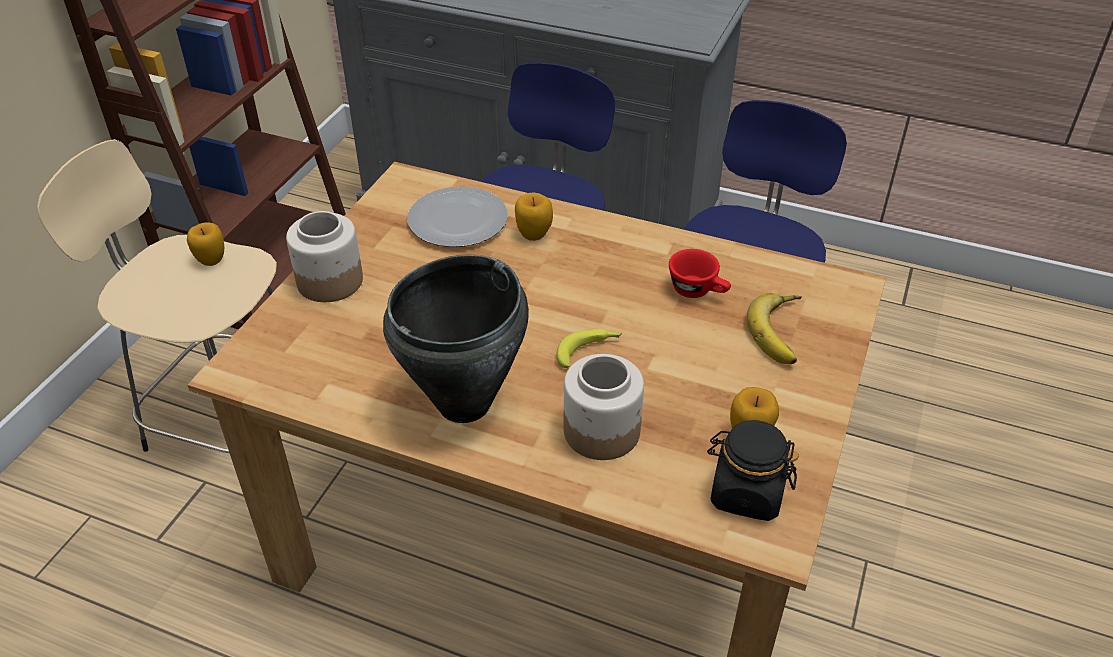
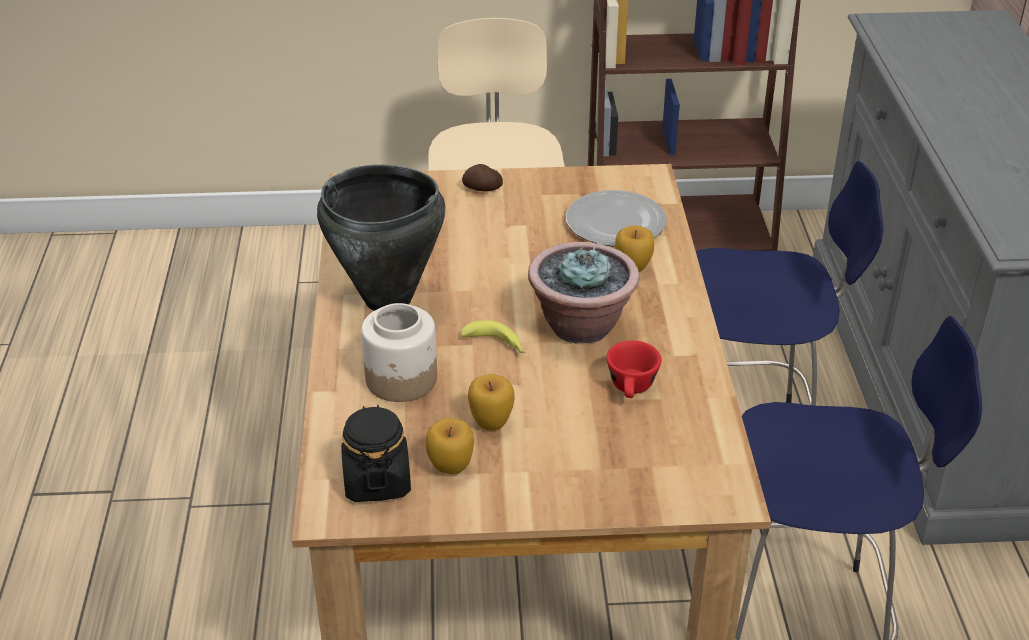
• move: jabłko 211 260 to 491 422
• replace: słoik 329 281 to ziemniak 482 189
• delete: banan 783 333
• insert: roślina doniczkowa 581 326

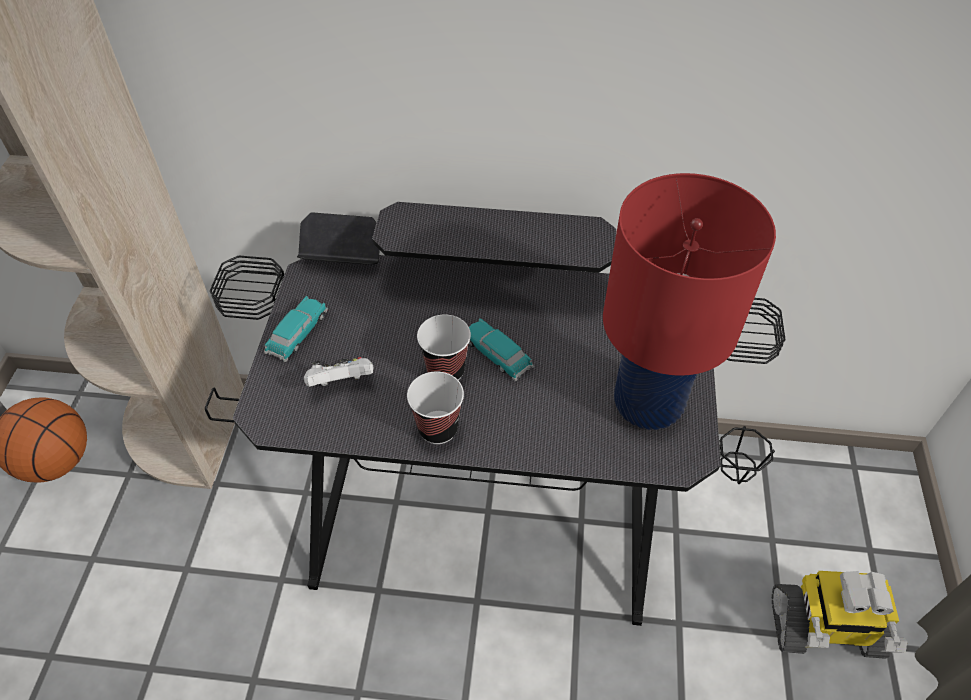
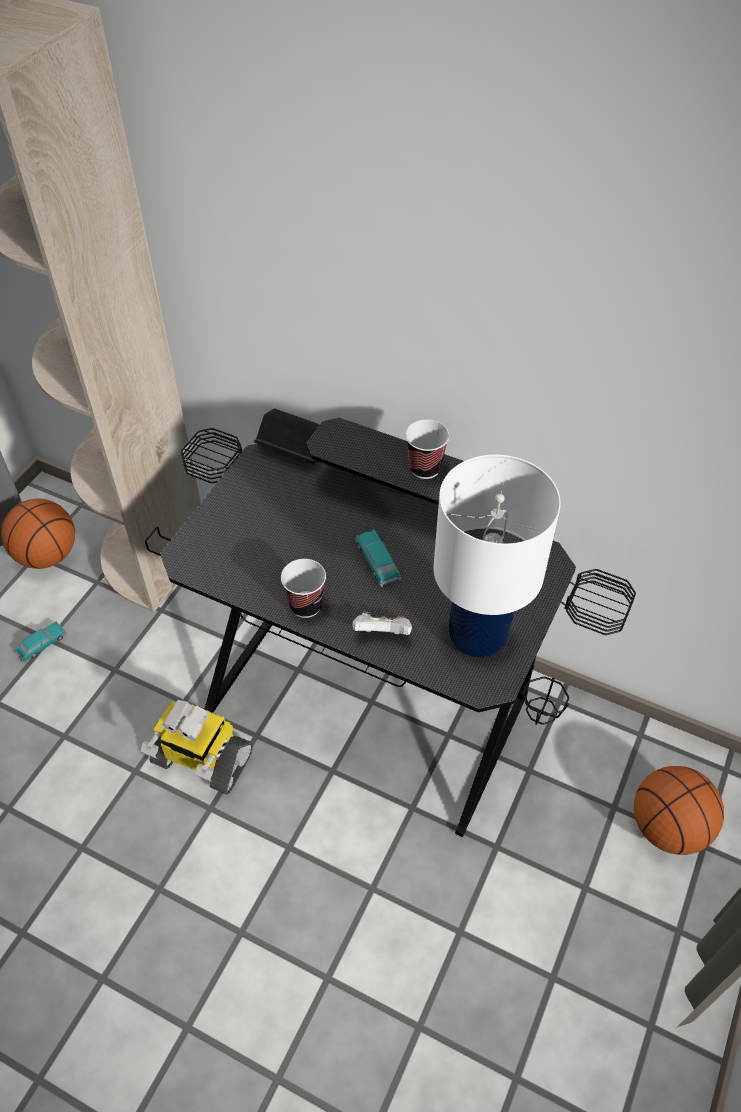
• move: samochodzik 298 333 to 42 644
• move: pad do gier/biały 341 383 to 382 633
• move: filiżanka 446 370 to 425 468
• recolor: lampa stołowa/czerwony 648 407 to lampa stołowa/biały 478 639
• move: robot zabawkowy 825 628 to 201 759
• insert: piłka do koszykówki 668 827

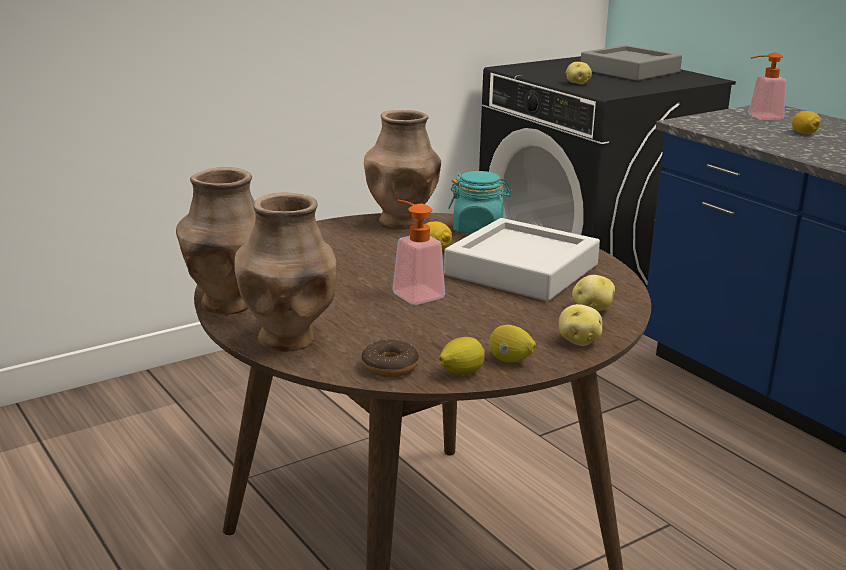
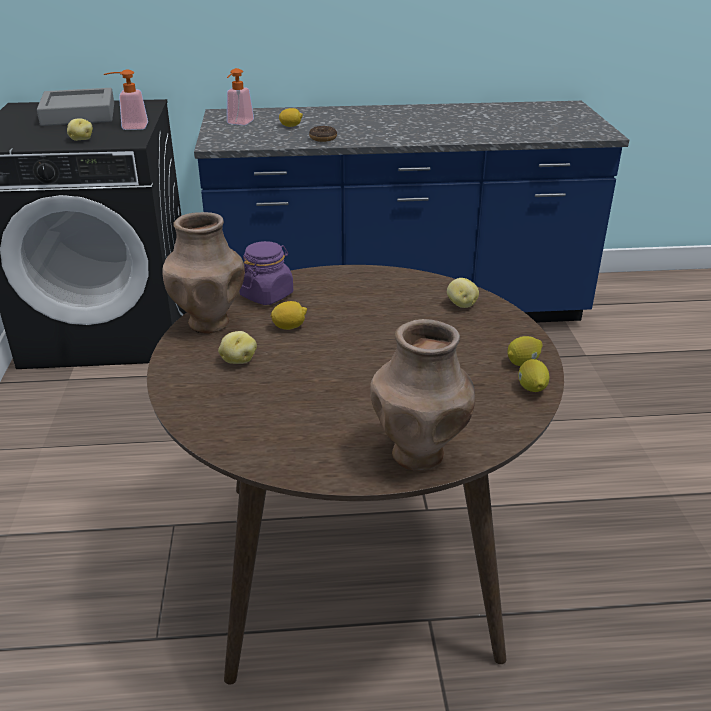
• delete: wazon/brązowy 228 304
• move: donut 390 367 to 323 138
• move: dozownik mydła 413 293 to 130 127
• delete: taca/szary 521 270
• recolor: słoik/turkusowy 478 229 to słoik/fioletowy 267 295
• move: ziemniak 579 341 to 238 360

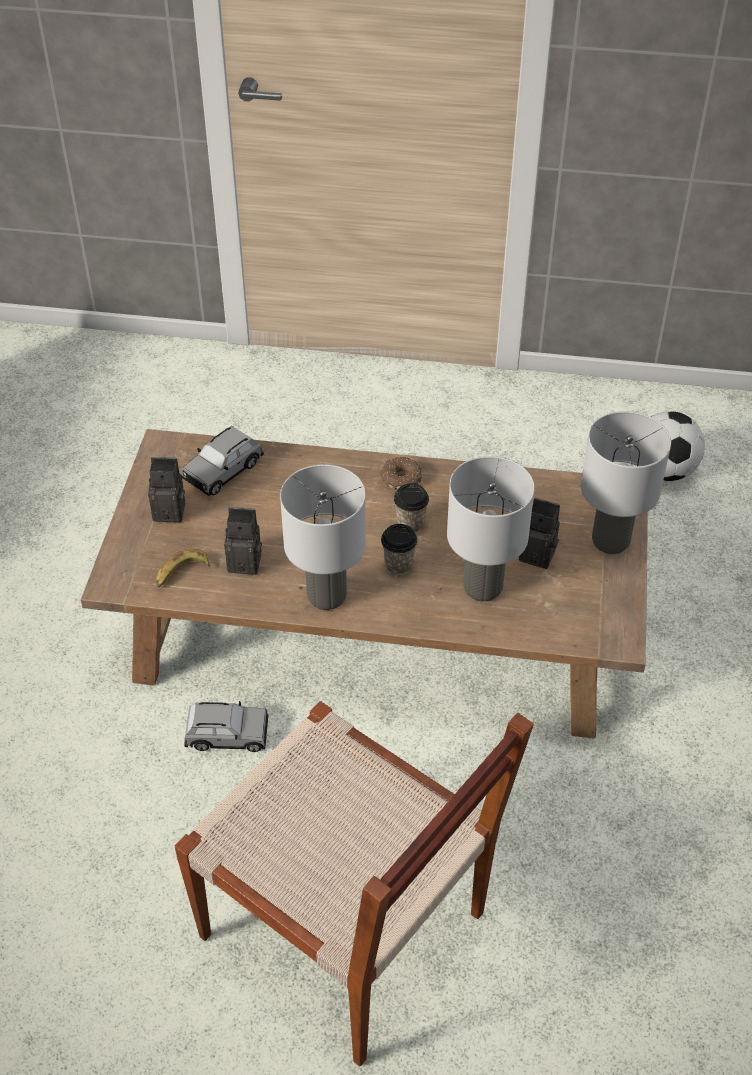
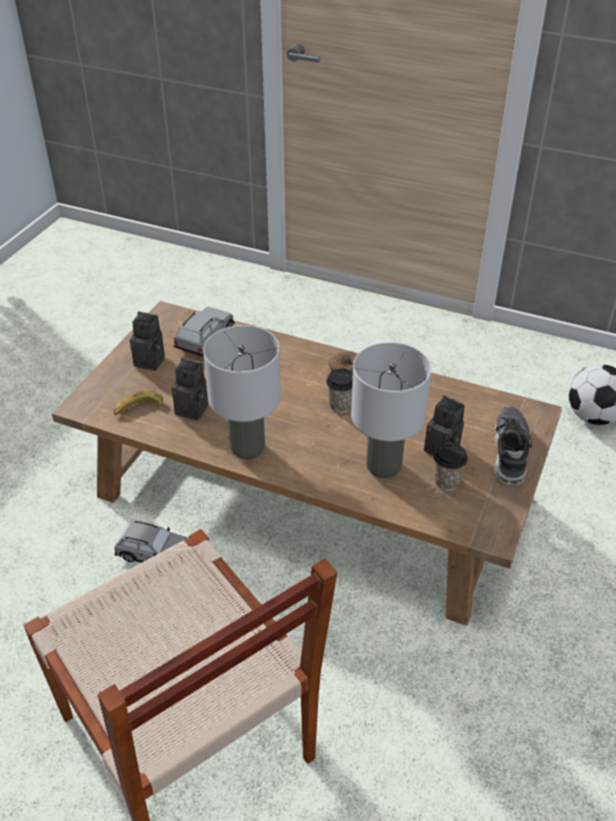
• rotate: samochodzik/szary 223 470 = 205 339 150 degrees clockwise
• move: filiżanka 398 565 to 446 481
• replace: lampa stołowa/biały 608 543 to but 509 452

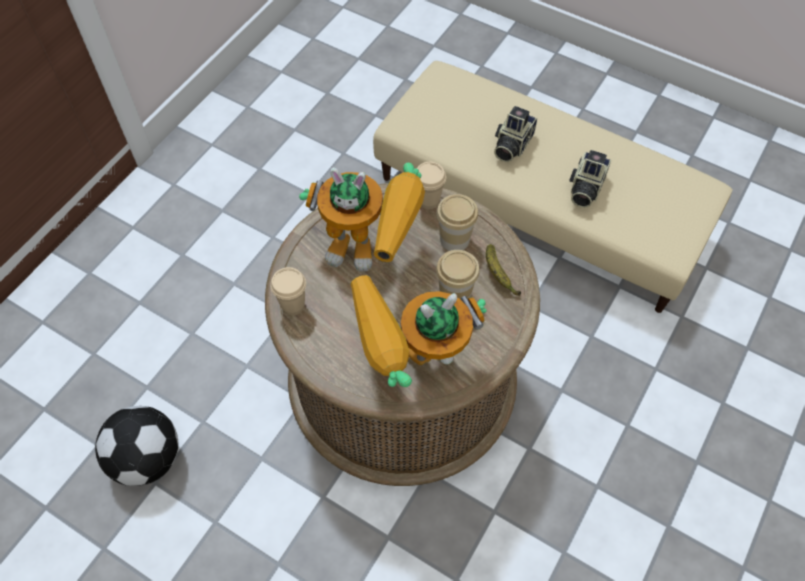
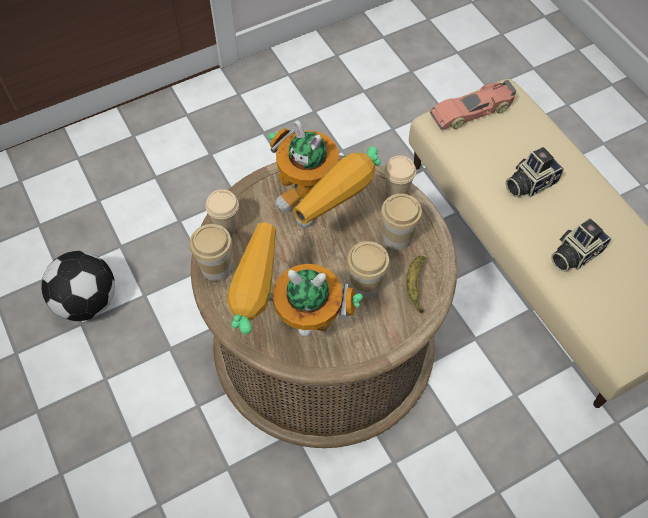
• insert: filiżanka 216 267
• insert: samochodzik 472 111

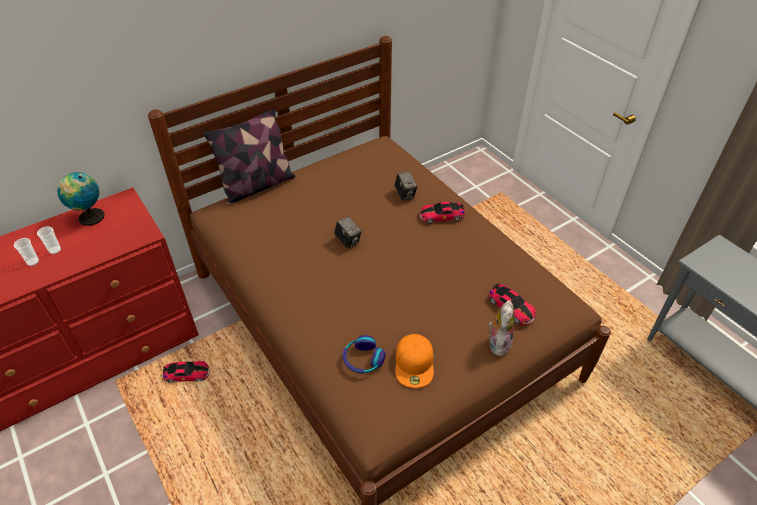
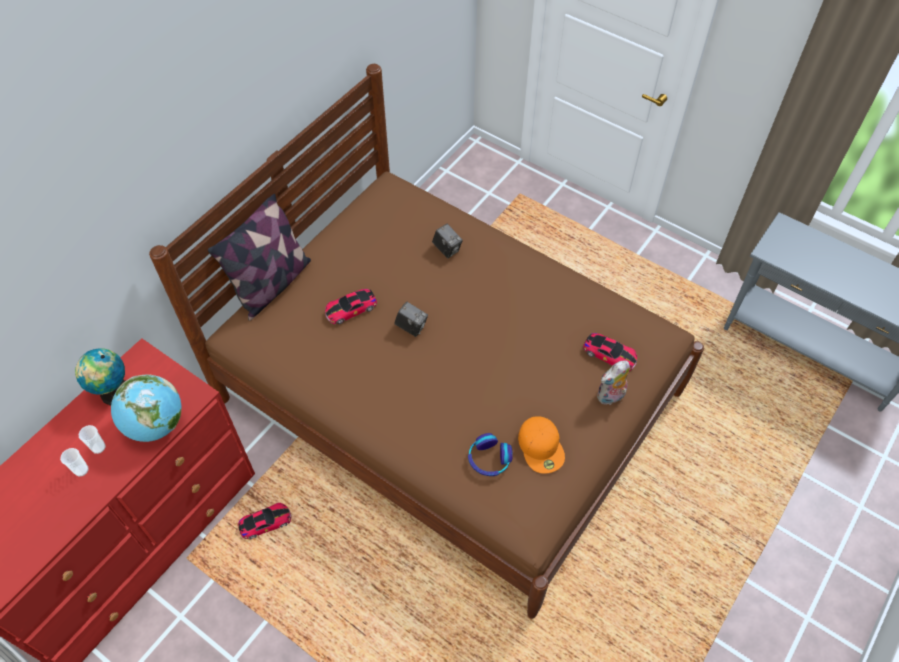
• move: samochodzik 441 215 to 351 309
• rotate: pluszak 498 342 = 611 397 120 degrees counterclockwise
• insert: globus 156 424

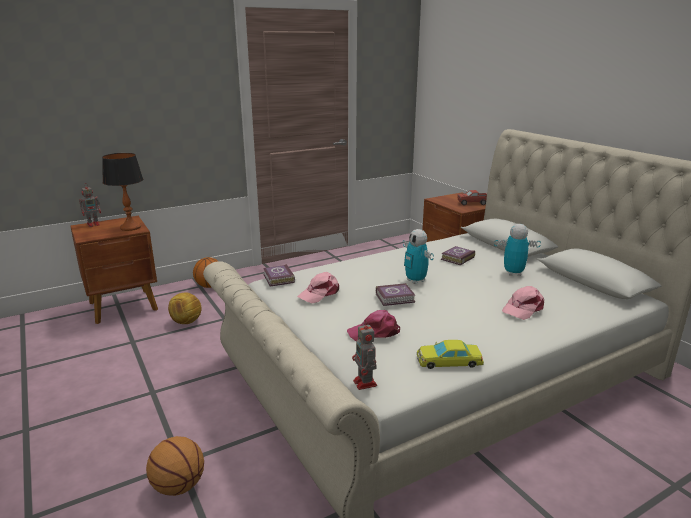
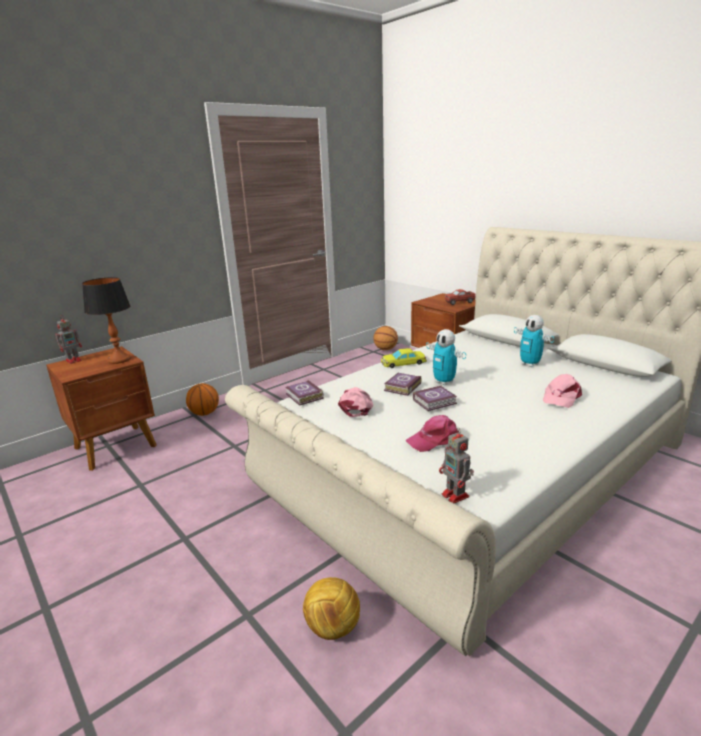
• move: piłka do koszykówki 178 486 to 385 349
• move: piłka futbolowa 186 322 to 332 627
• rotate: czapka z daszkiem/różowy 320 293 = 357 406 150 degrees clockwise
• move: samochodzik/żółty 448 361 to 403 363
• move: książka 456 258 to 401 387
• rotate: robot zabawkowy 513 273 = 530 364 120 degrees counterclockwise

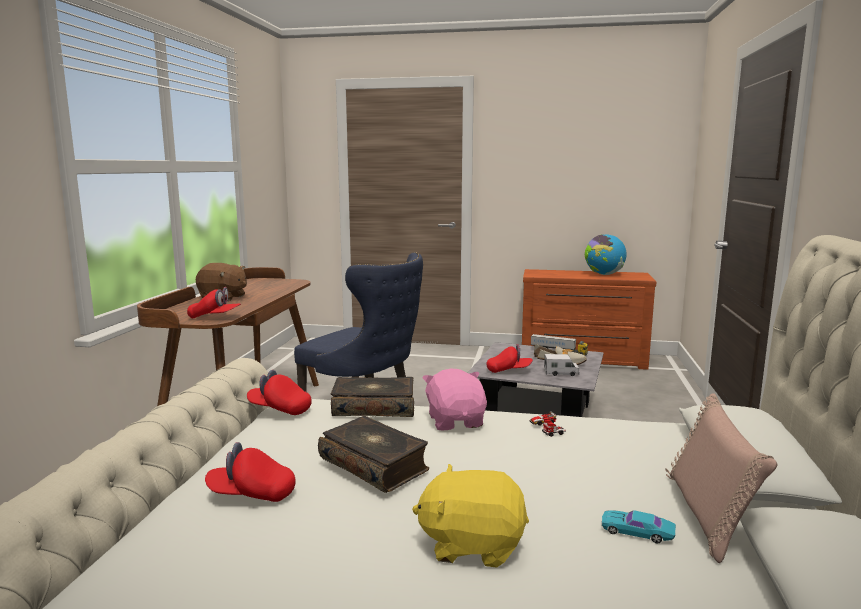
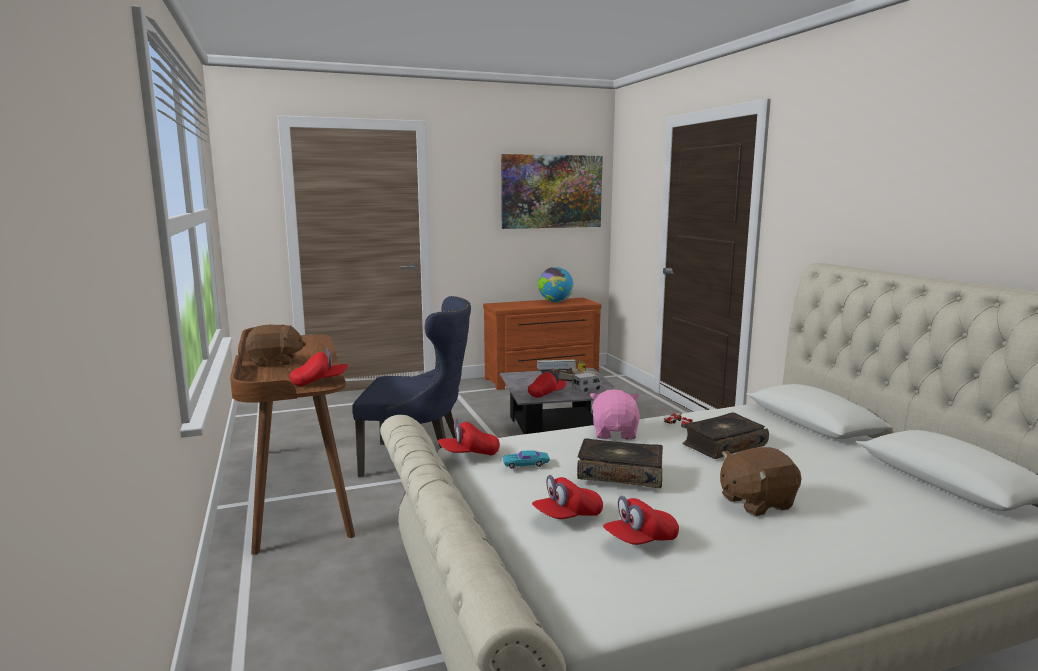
• move: książka 374 407 to 723 445
• recolor: pluszak/żółty 472 545 to pluszak/brązowy 755 502
• rotate: pluszak/różowy 456 421 = 615 433 45 degrees clockwise
• move: samochodzik/turkusowy 637 532 to 525 464
• delete: poduszka/beżowy 709 516
• insert: obraz 551 191
• insert: czapka z daszkiem/czerwony 640 540

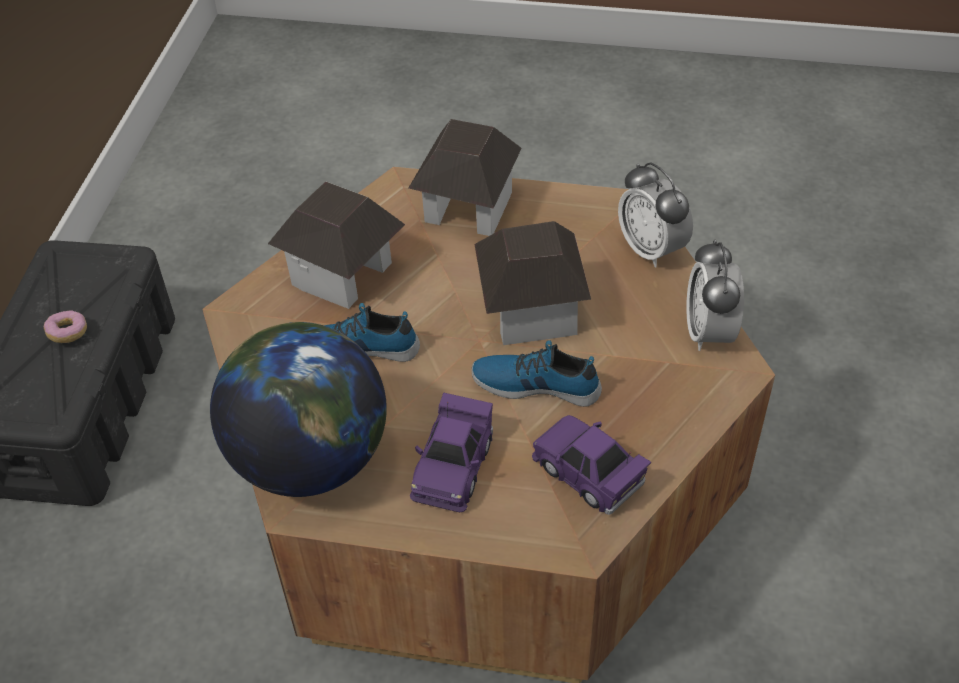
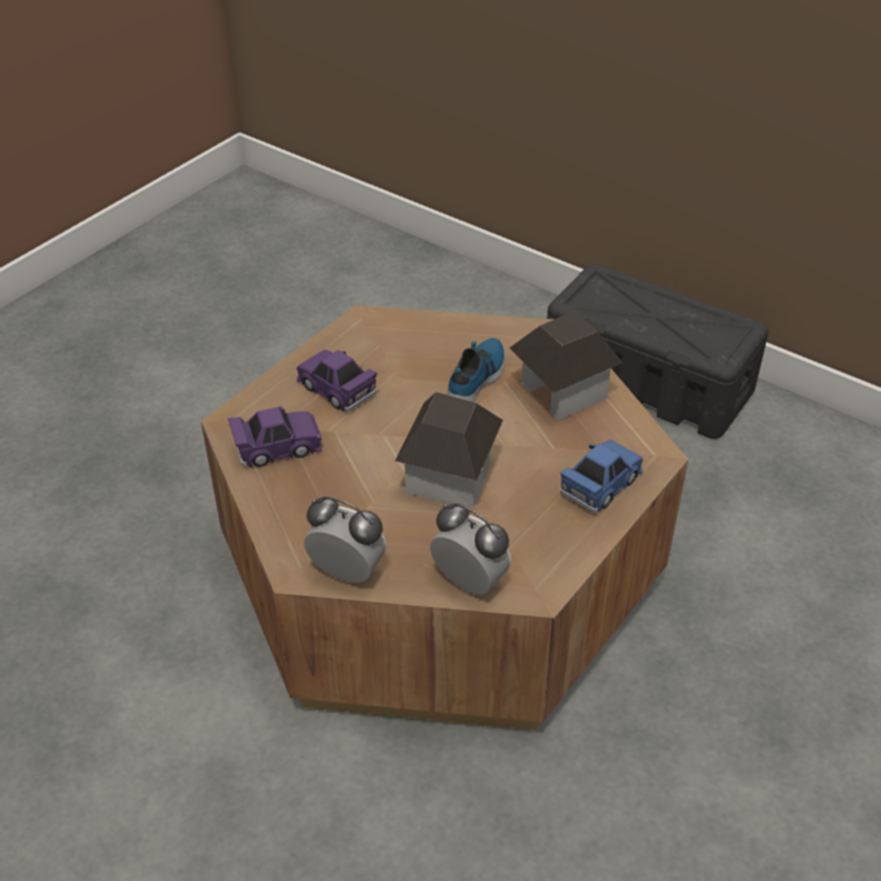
• delete: donut 68 333
• delete: globus 310 459
• replace: domek 467 208 to samochodzik/niebieski 600 485
• delete: but 536 383
• rotate: budzik 651 249 = 469 582 45 degrees clockwise

